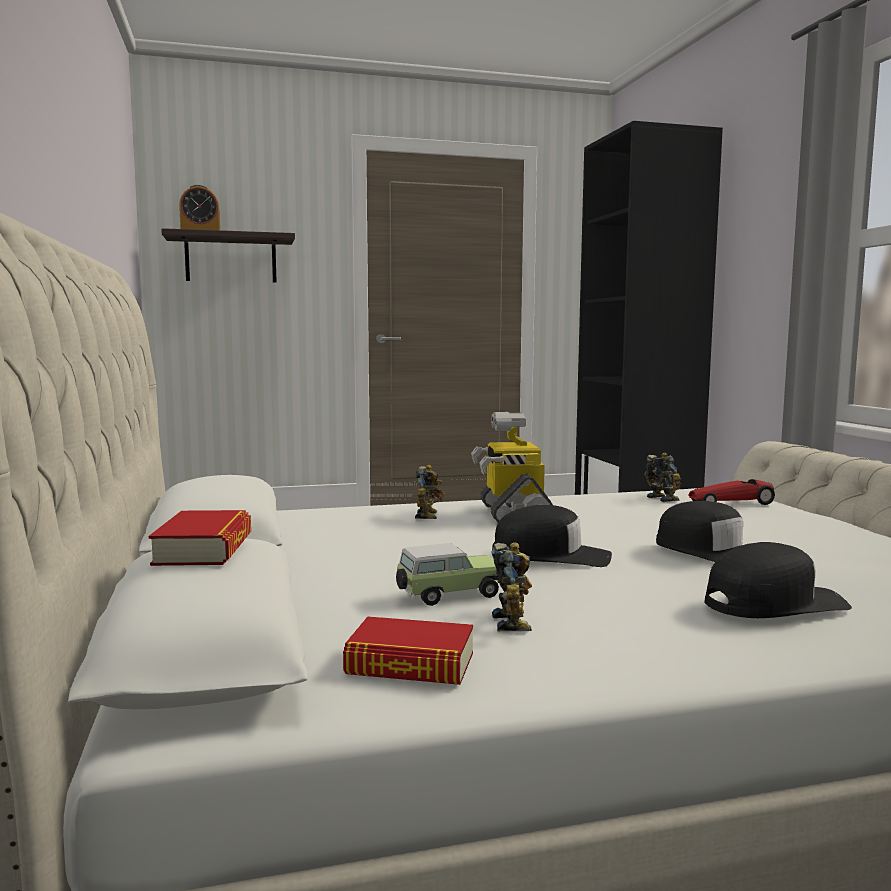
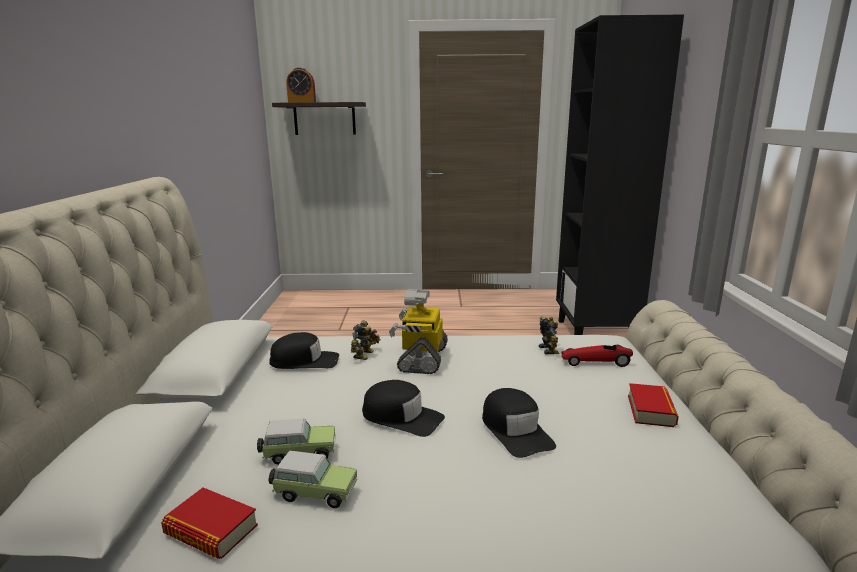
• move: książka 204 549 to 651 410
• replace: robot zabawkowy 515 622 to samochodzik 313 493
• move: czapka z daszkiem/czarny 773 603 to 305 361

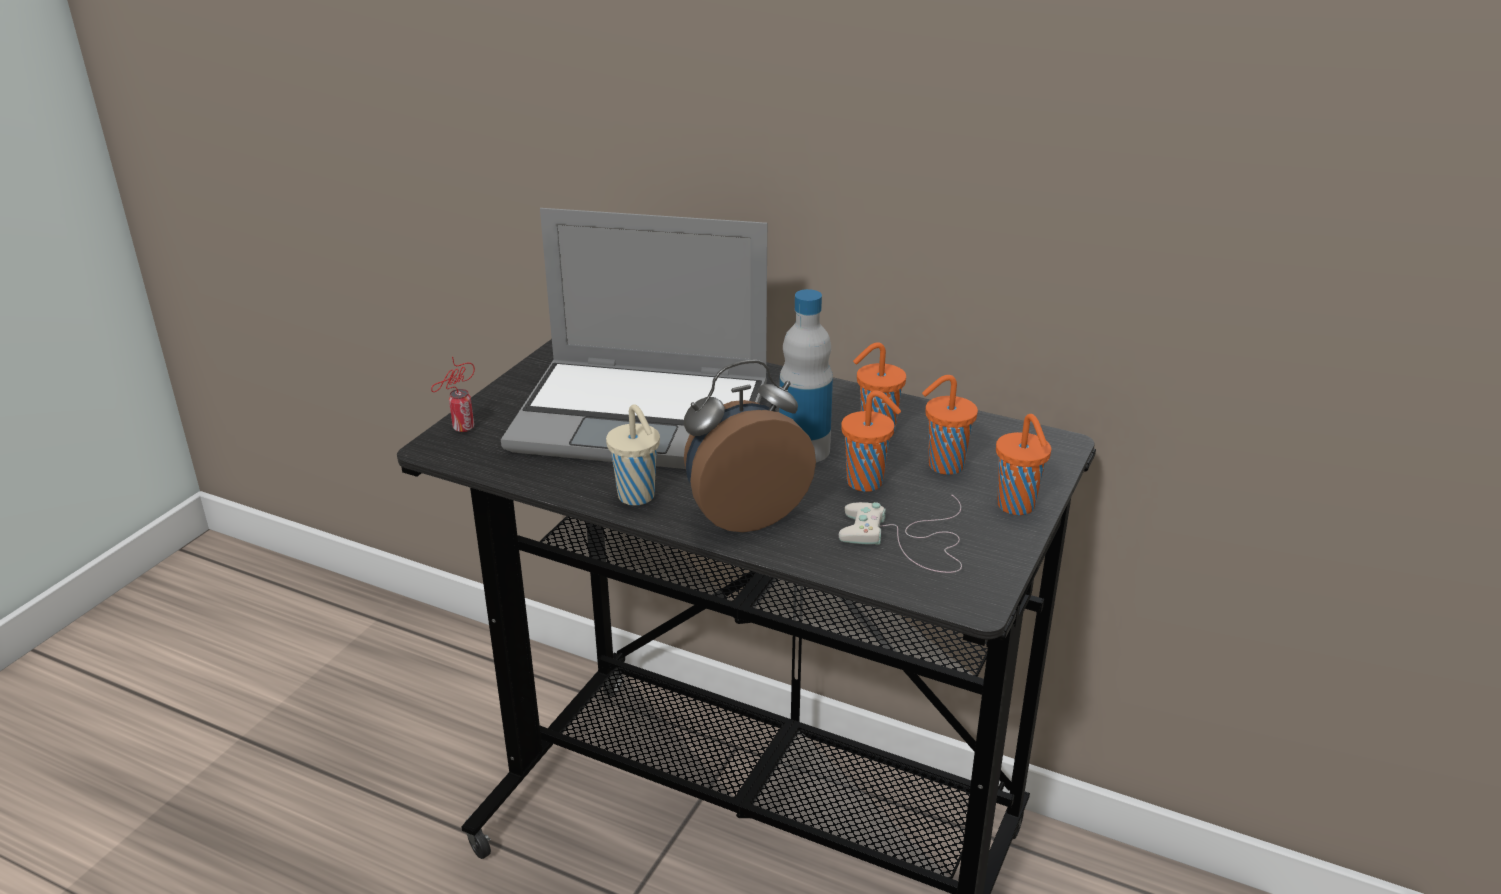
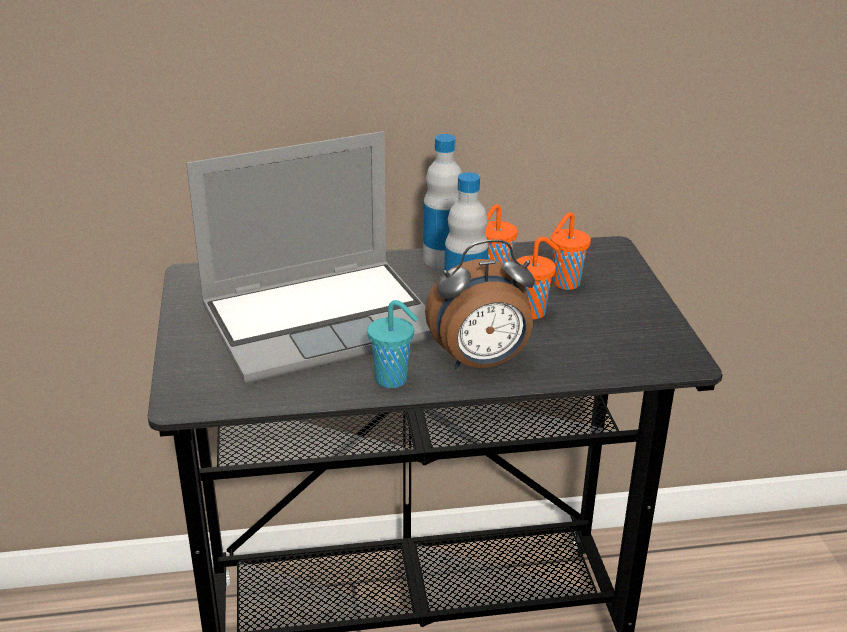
• delete: puszka 461 429
• recolor: filiżanka/beżowy 637 497 to filiżanka/turkusowy 393 380
• rotate: budzik 743 513 = 481 363 135 degrees counterclockwise
• delete: pad do gier/biały 910 540
• delete: filiżanka/pomarańczowy 1017 507
• insert: butelka 442 259

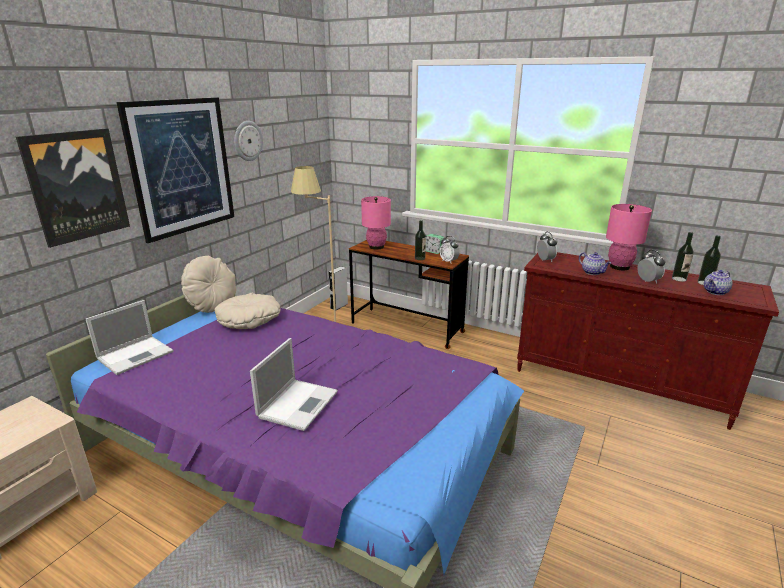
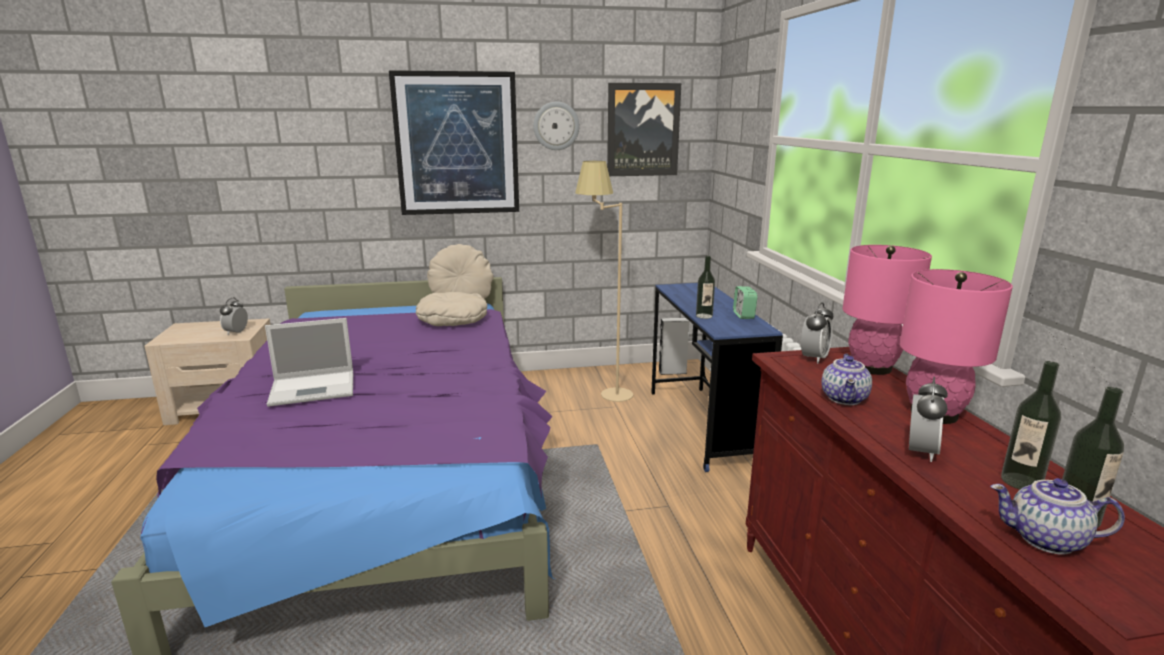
• move: obraz 77 186 to 643 130
• delete: laptop 136 354
• recolor: biurko/brązowy 407 327 to biurko/niebieski 703 425
• move: lampa stołowa/różowy 376 247 to 872 368
• move: budzik 449 261 to 236 332

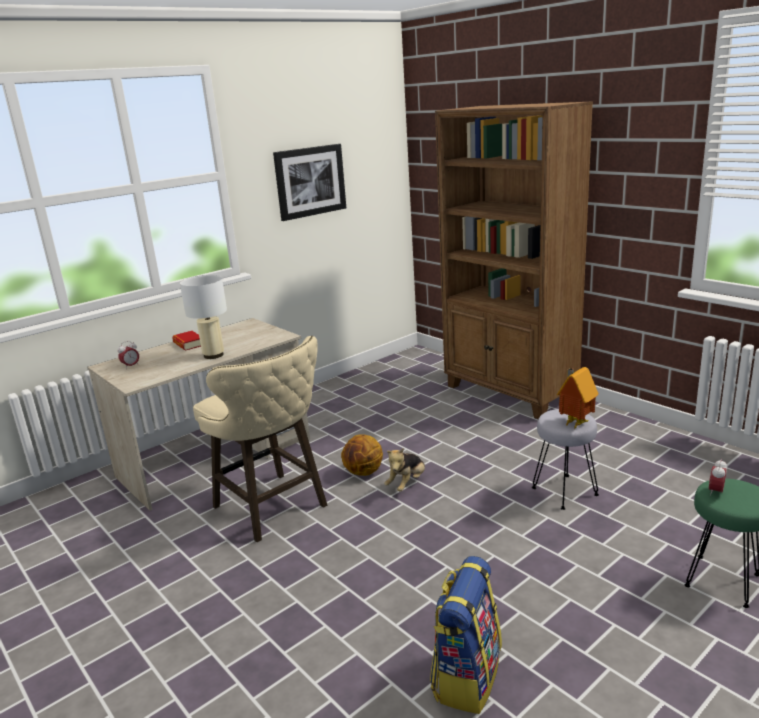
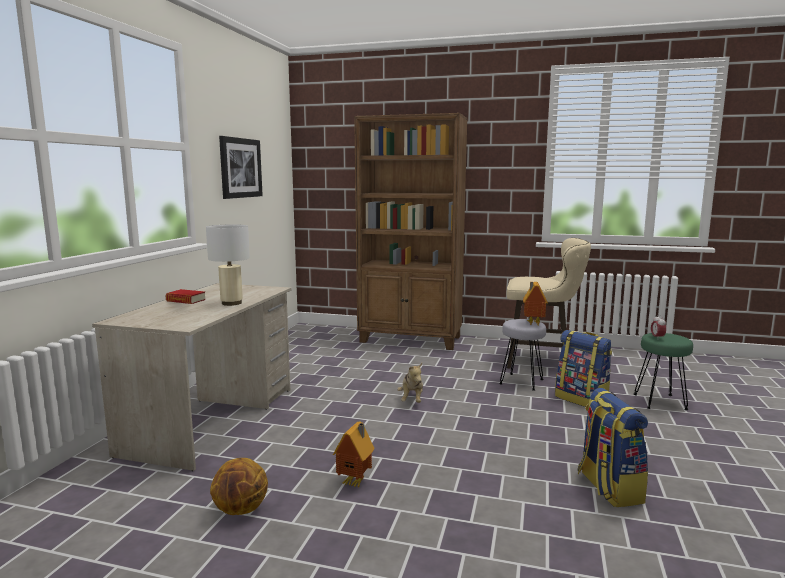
• delete: budzik 131 366
• move: stołek/beżowy 273 508 to 542 361
• move: piłka do koszykówki 363 472 to 241 510
• insert: domek 356 482
• insert: plecak 582 399

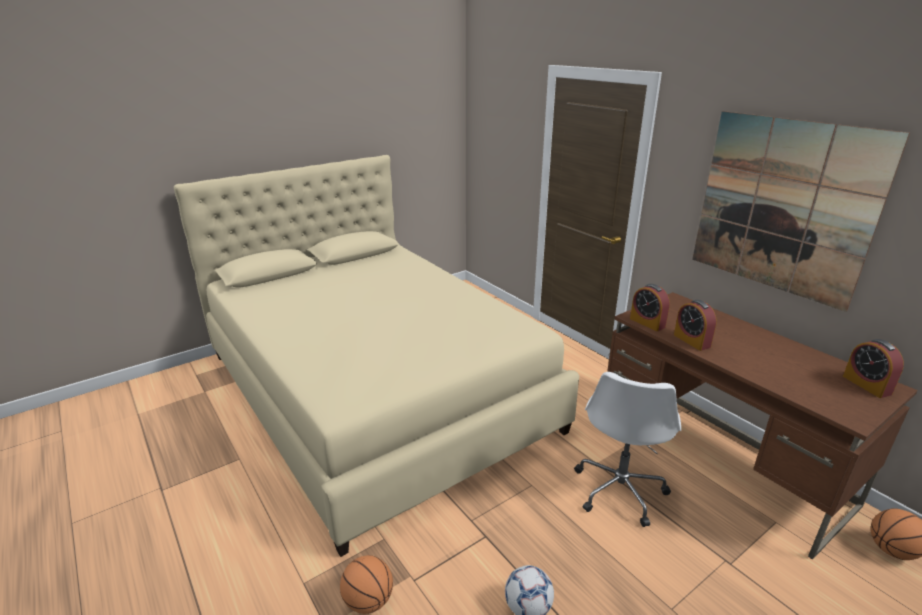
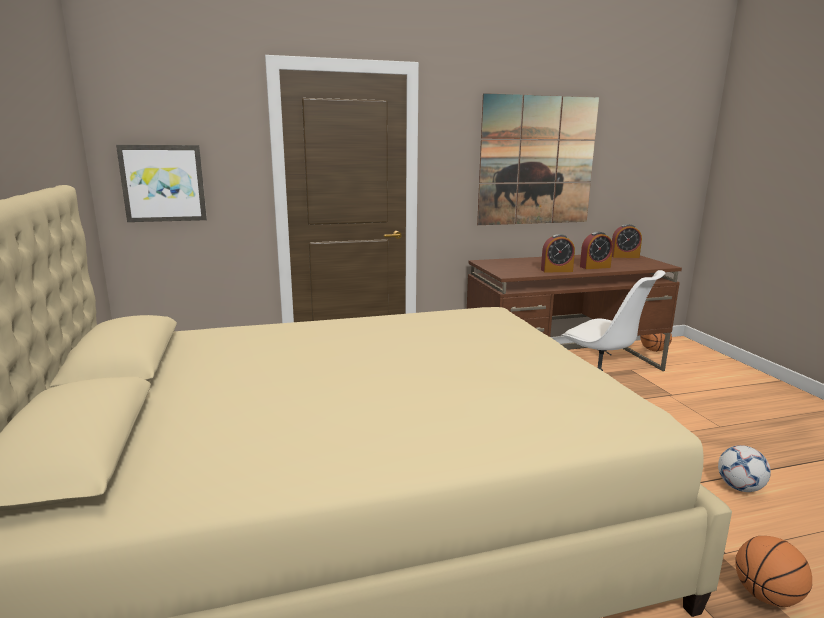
• move: budzik 647 323 to 595 267
• insert: obraz 163 183

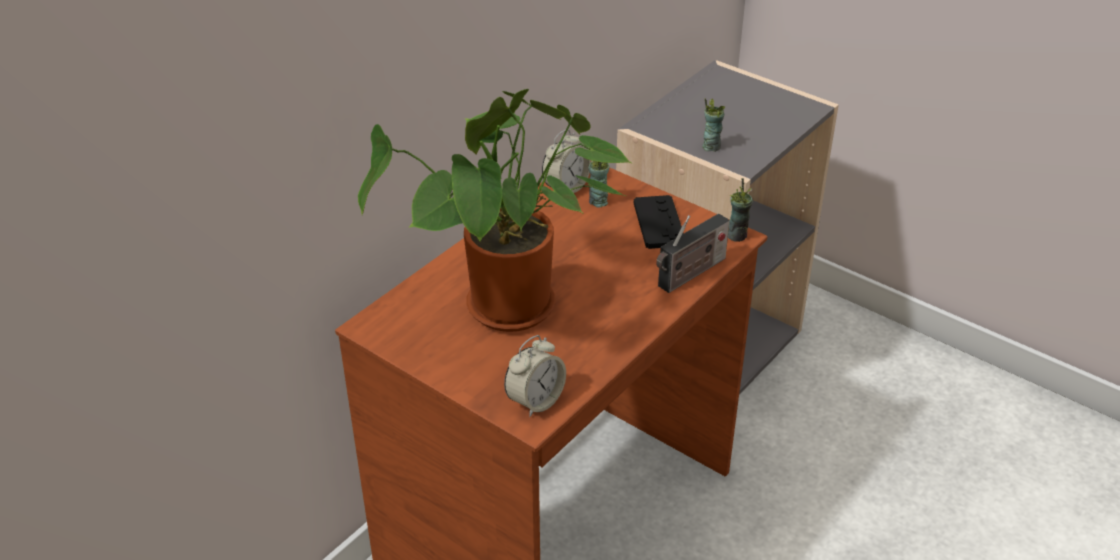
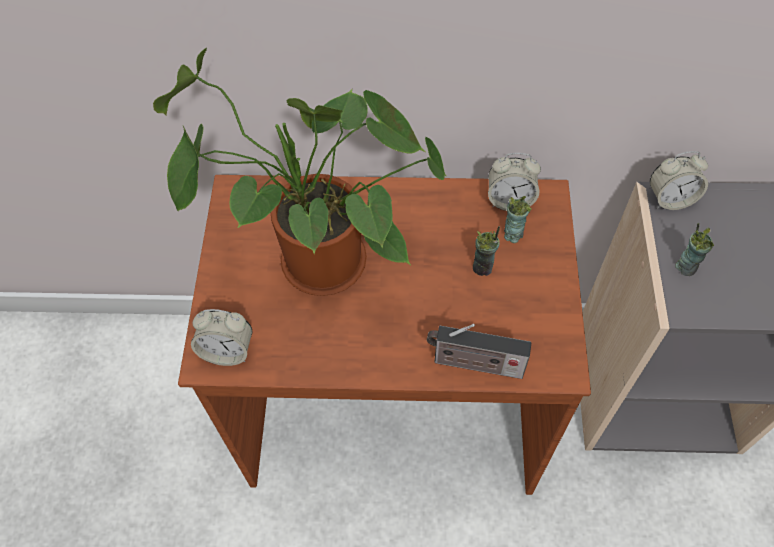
• delete: pad do gier/czarny 658 223
• move: filiżanka 737 235 to 483 267
• insert: budzik 670 199

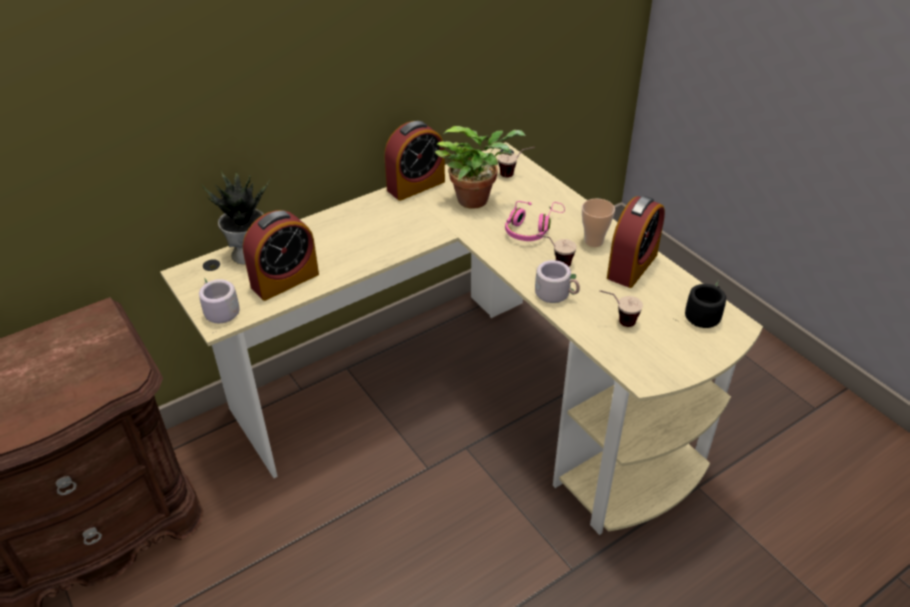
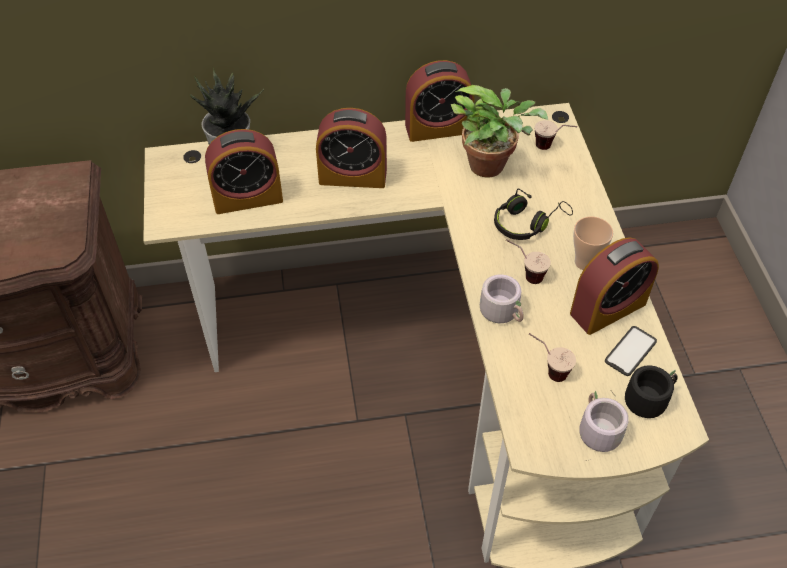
• move: kubek/szary 218 312 to 595 430
• recolor: słuchawki/różowy 532 228 to słuchawki/czarny 527 223
• insert: budzik 352 176
• insert: telefon 630 351

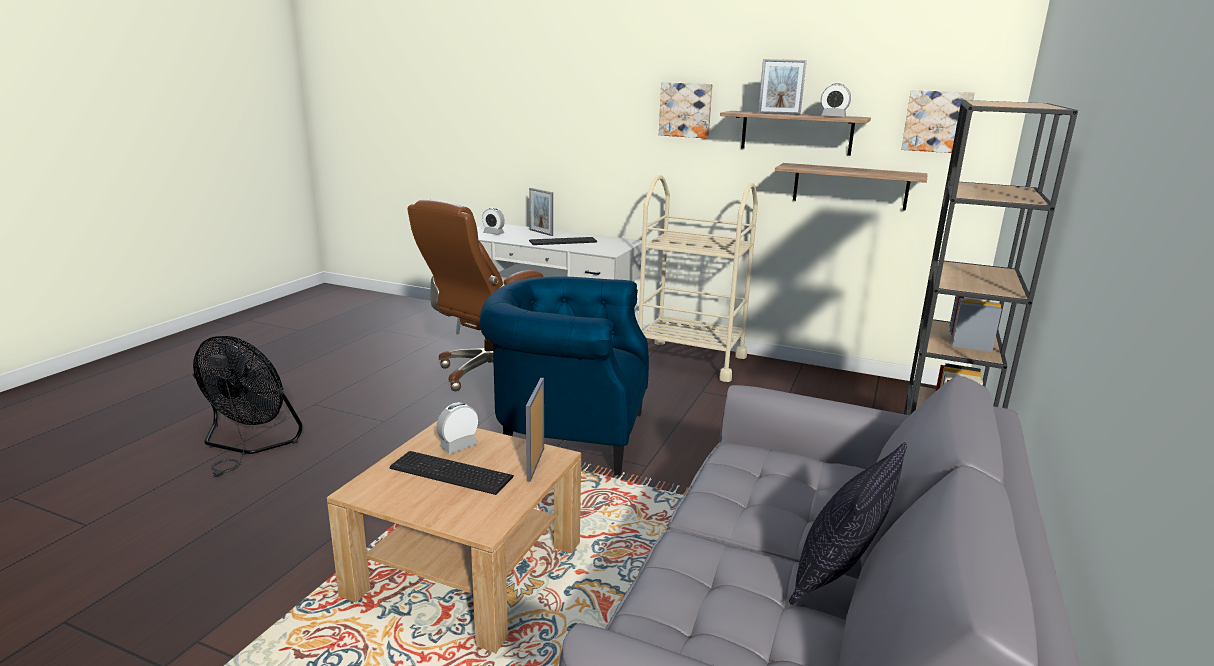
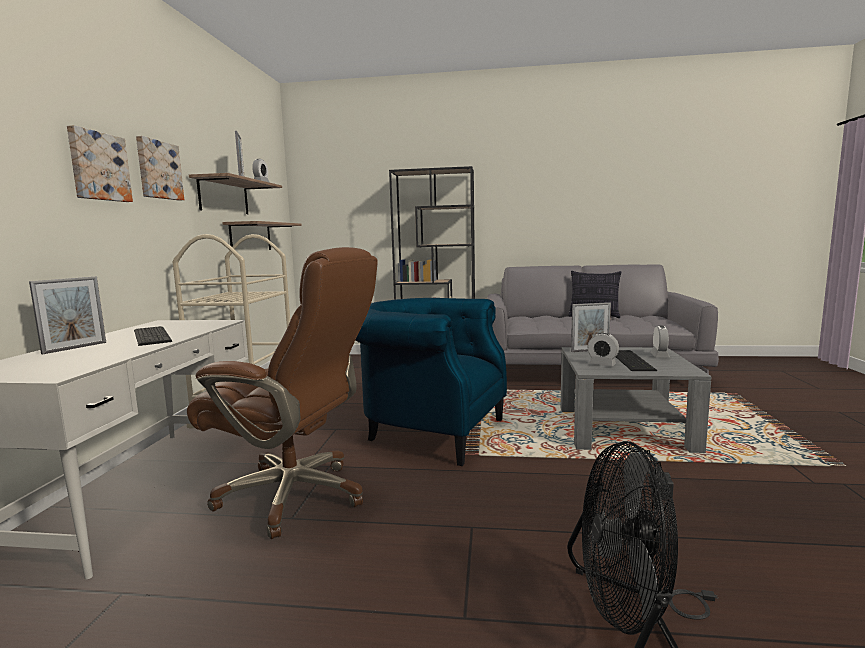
• recolor: ława/brązowy 466 569 to ława/szary 624 428
• rotate: fotel/niebieski 567 434 = 429 432 120 degrees clockwise
• move: budzik 493 233 to 659 355
• move: obraz 936 121 to 98 166

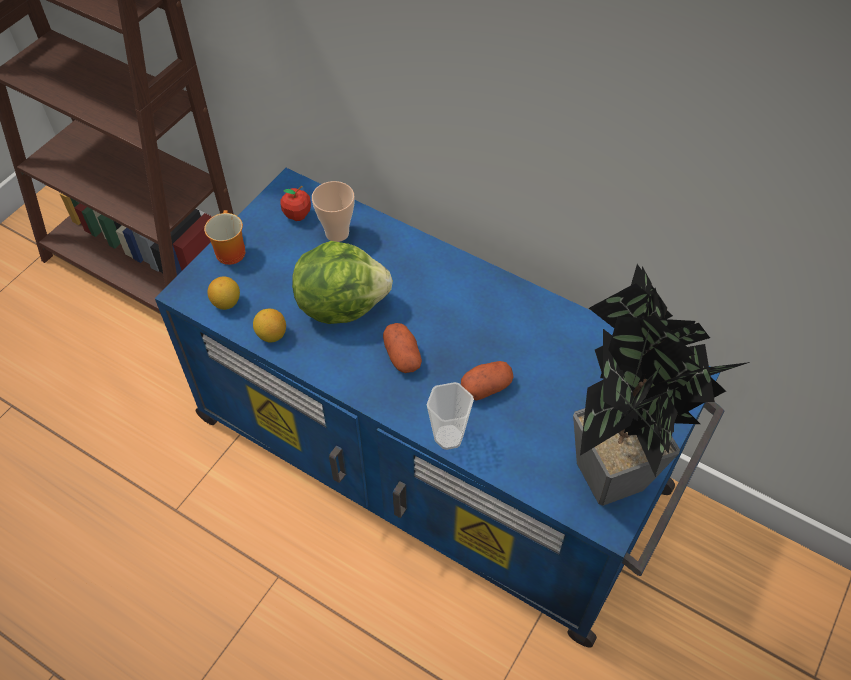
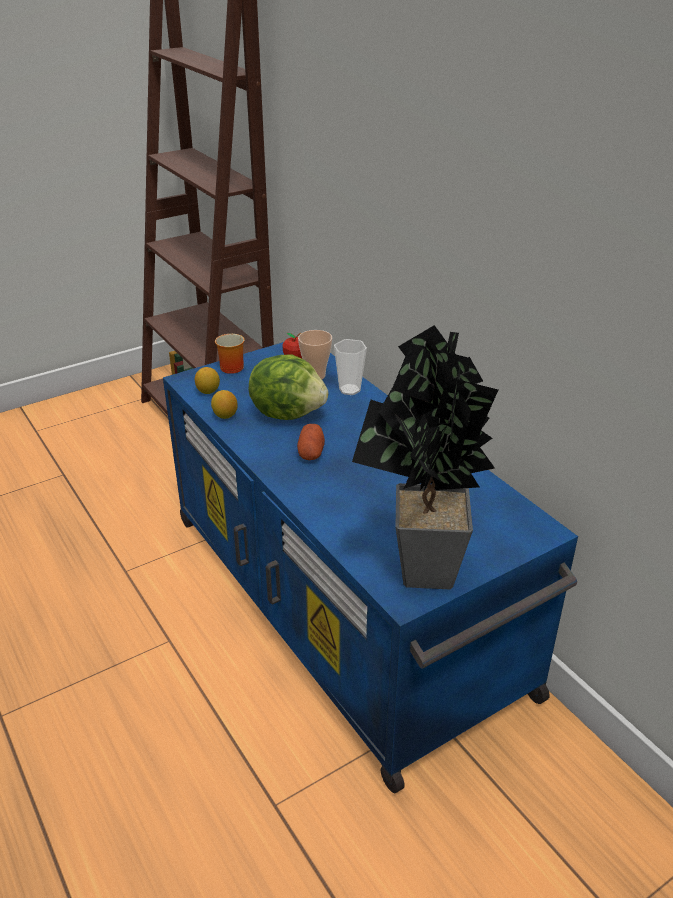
• move: filiżanka 448 437 to 349 390
• delete: ziemniak 486 387

